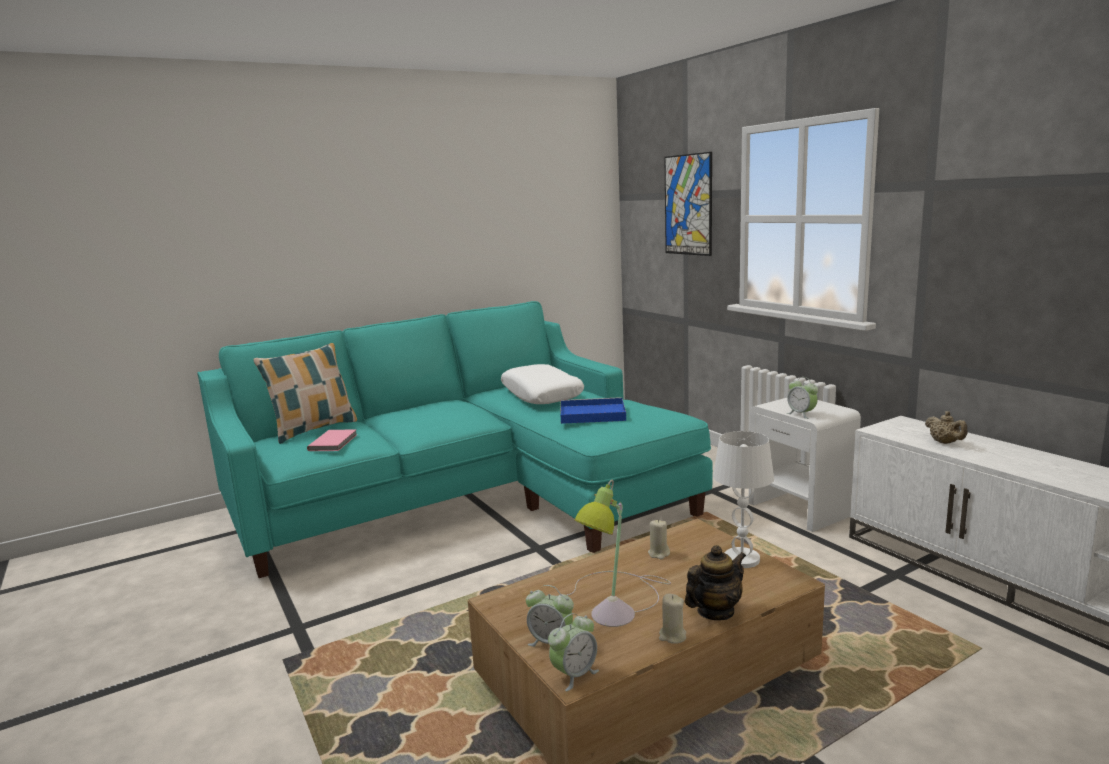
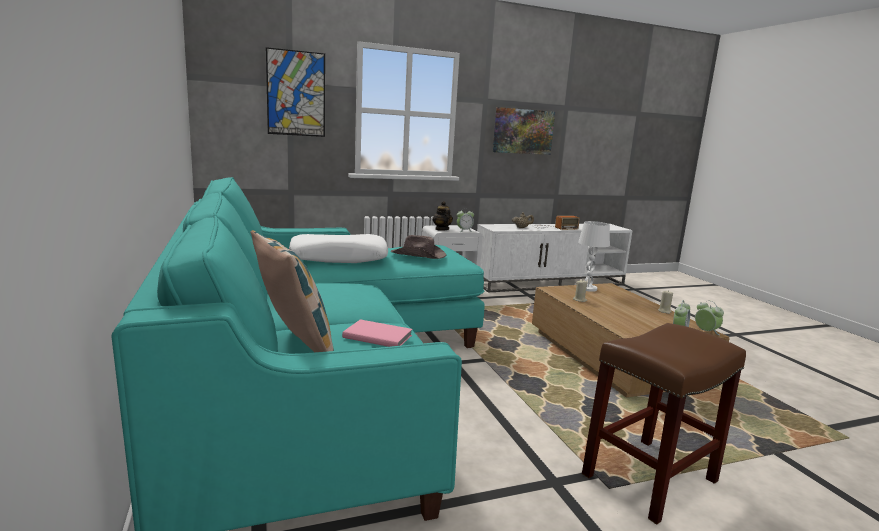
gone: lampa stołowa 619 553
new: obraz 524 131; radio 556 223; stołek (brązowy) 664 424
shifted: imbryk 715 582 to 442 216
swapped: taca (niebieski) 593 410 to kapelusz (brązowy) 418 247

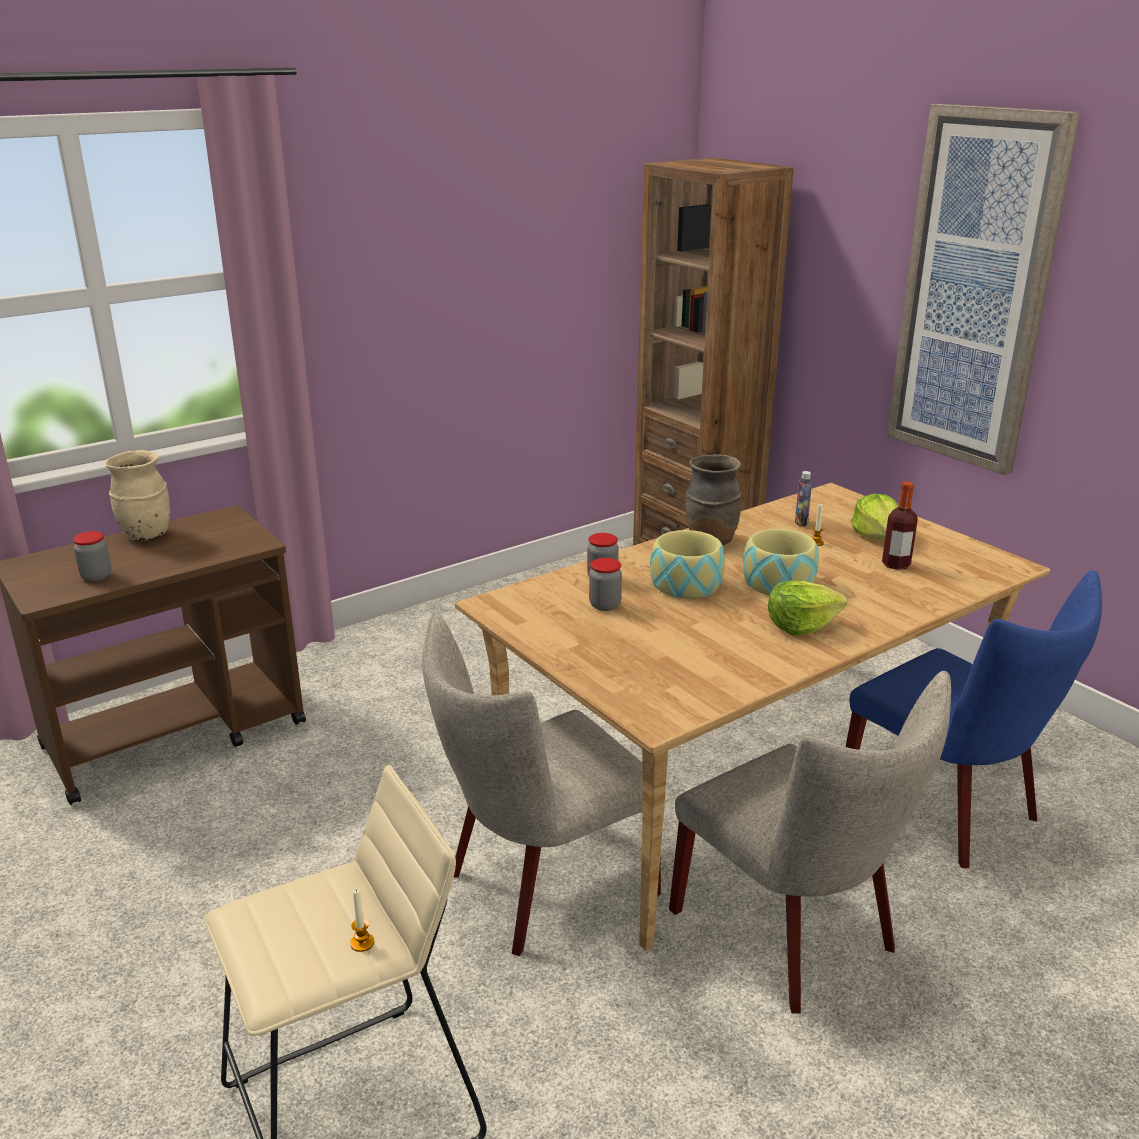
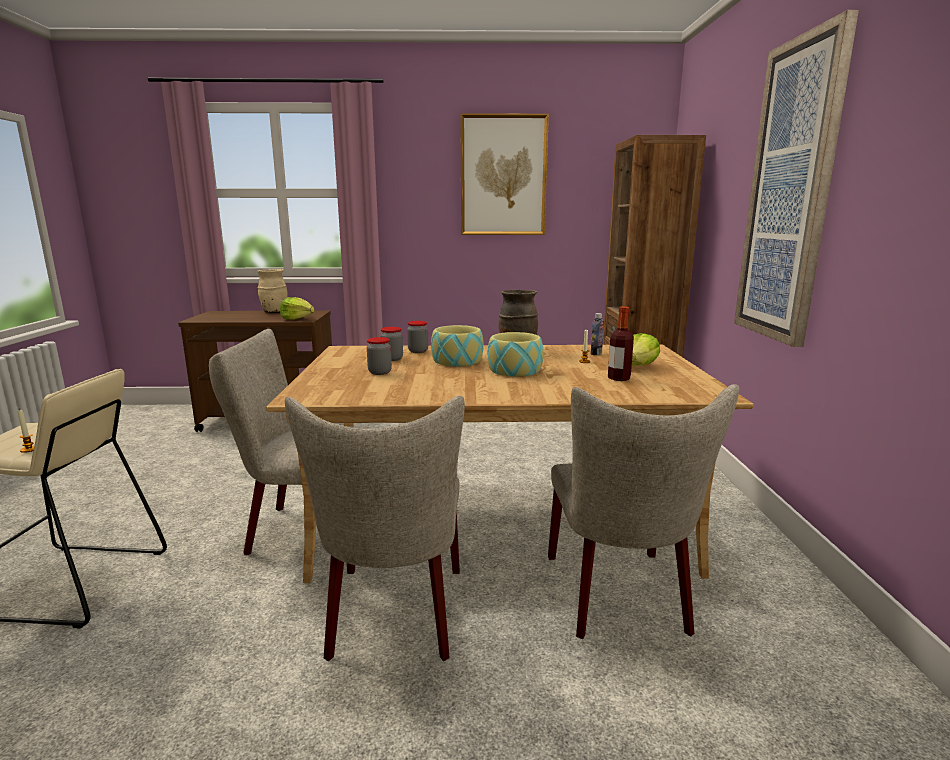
new: obraz 504 174
shifted: słoik 92 556 to 379 356; sałata 807 608 to 297 308
repainted: krzesło (niebieski) 974 719 to krzesło (beżowy) 643 511

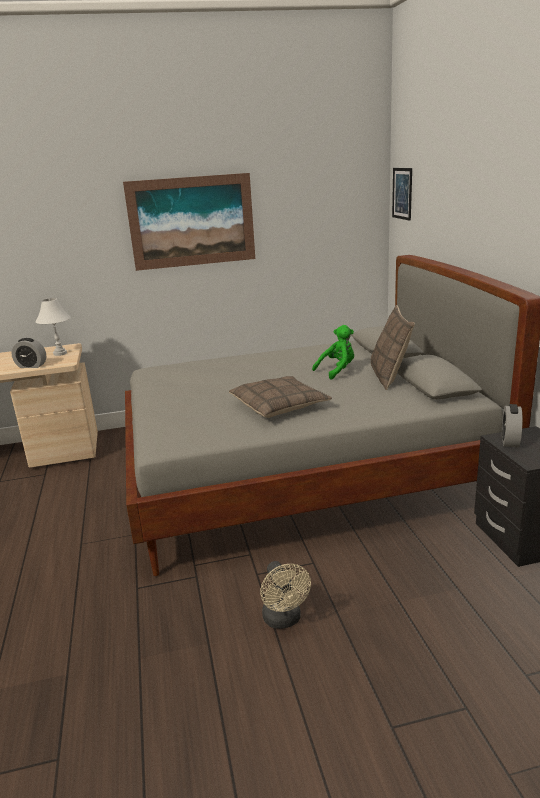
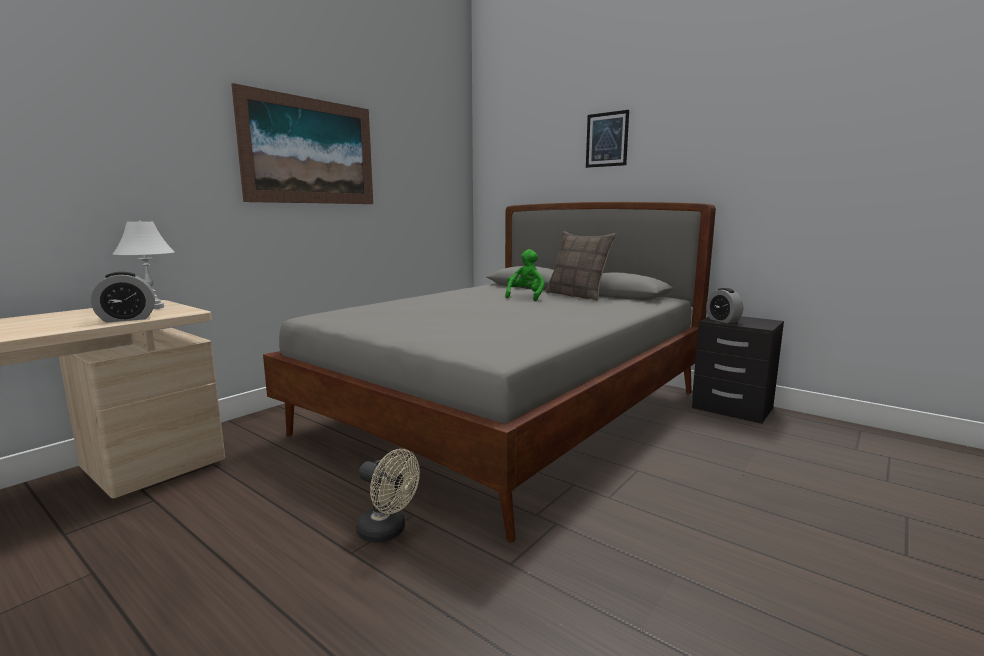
gone: poduszka 280 397
shifted: wentylator (beżowy) 285 595 to 388 496; obraz 402 194 to 607 139

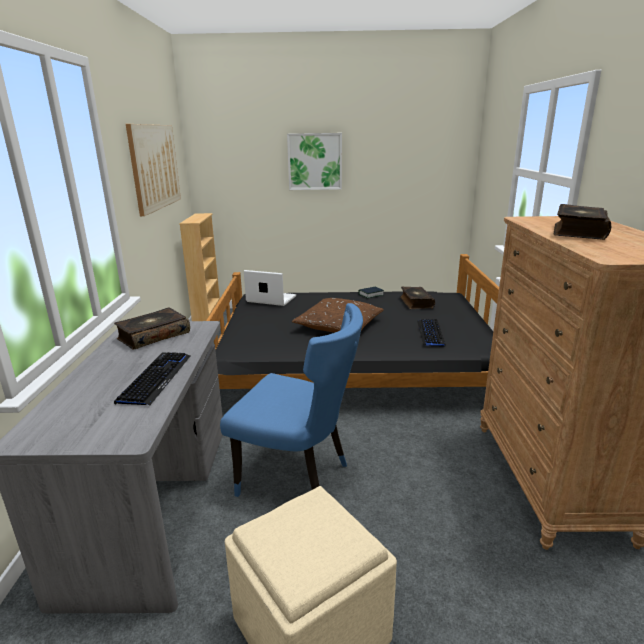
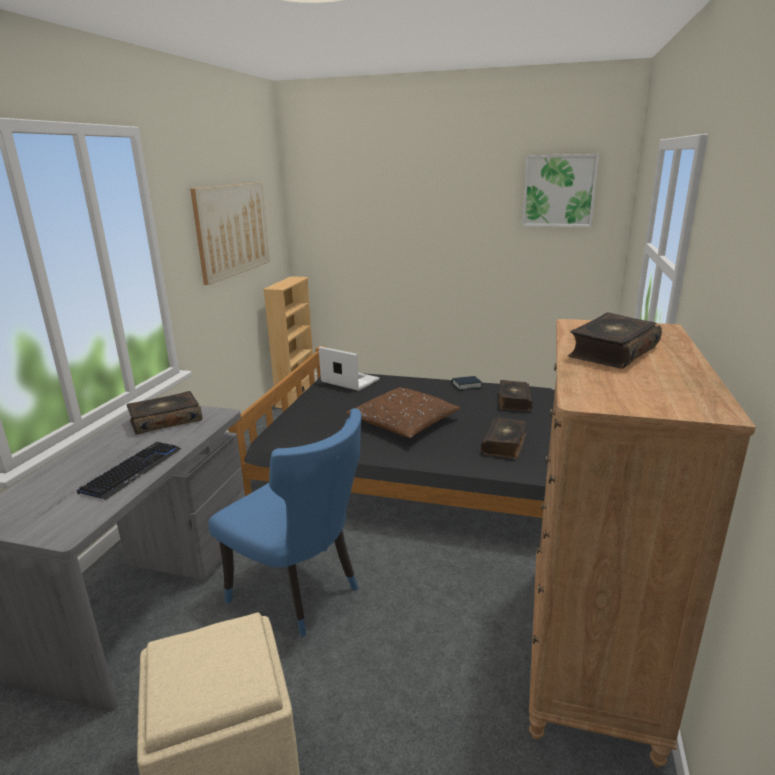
shifted: obraz 314 161 to 560 190
swapped: klawiatura 431 333 to książka 504 438

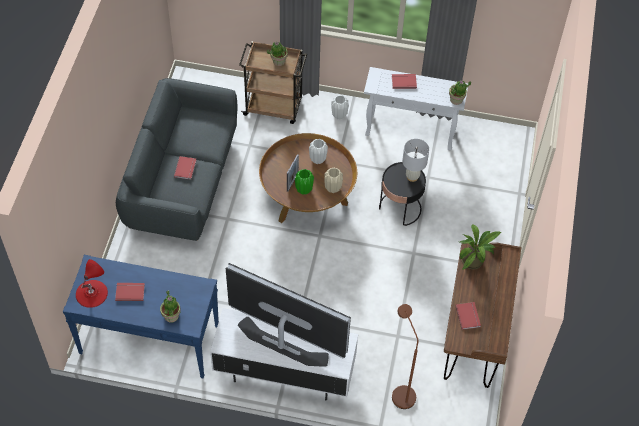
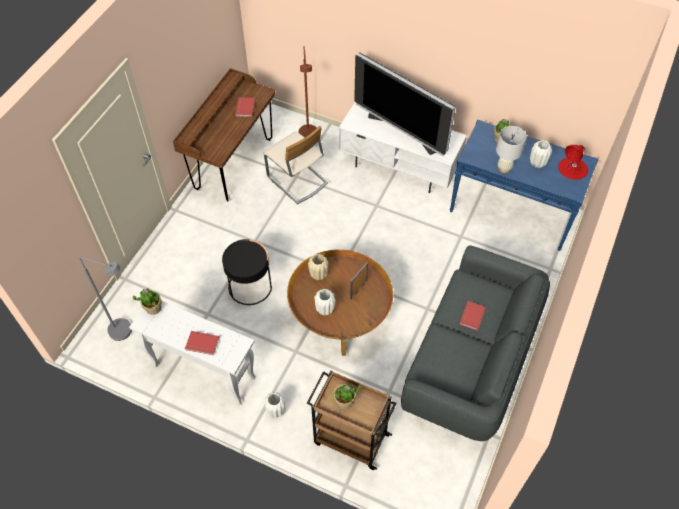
gone: wazon (zielony) 304 182; roślina doniczkowa 481 247
new: lampa stojąca (szary) 105 299; krzesło (beżowy) 295 165
shifted: lampa stołowa (biały) 415 160 to 511 149
swapped: książka (czerwony) 130 292 to wazon (biały) 541 154

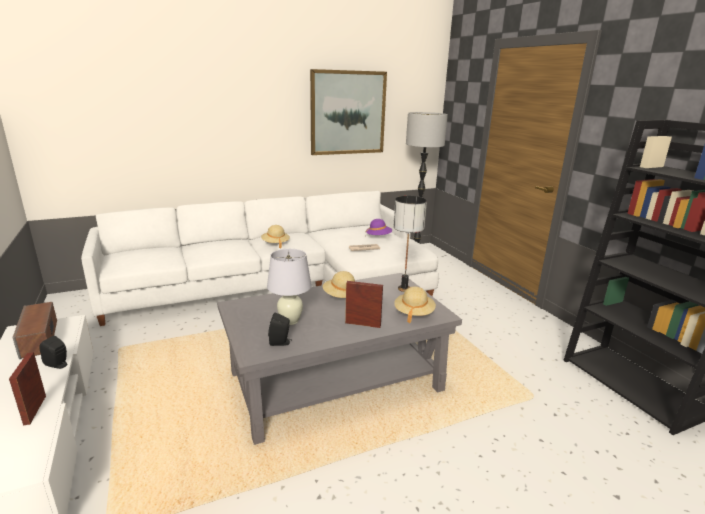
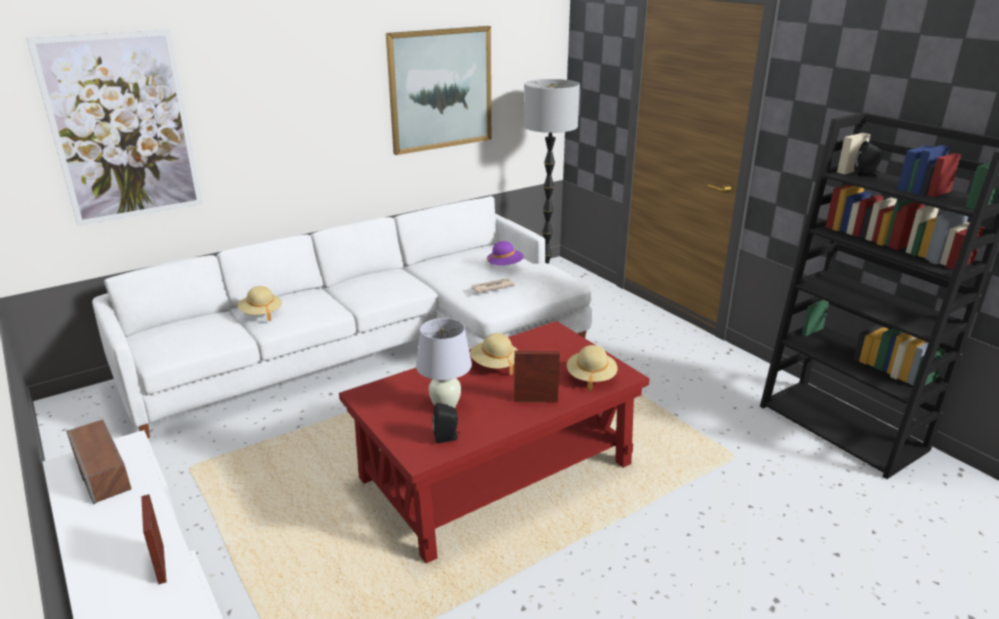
gone: lampa stołowa 410 244
new: obraz 114 127
shifted: głośnik (czarny) 54 352 to 868 159; kapelusz (beżowy) 275 236 to 260 303
repainted: ława (szary) 339 359 to ława (czerwony) 494 442

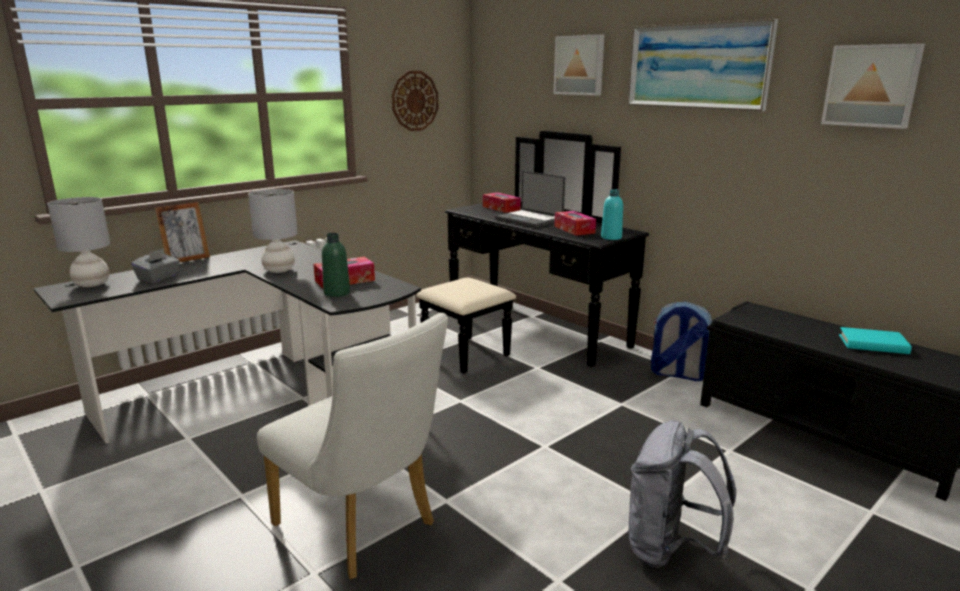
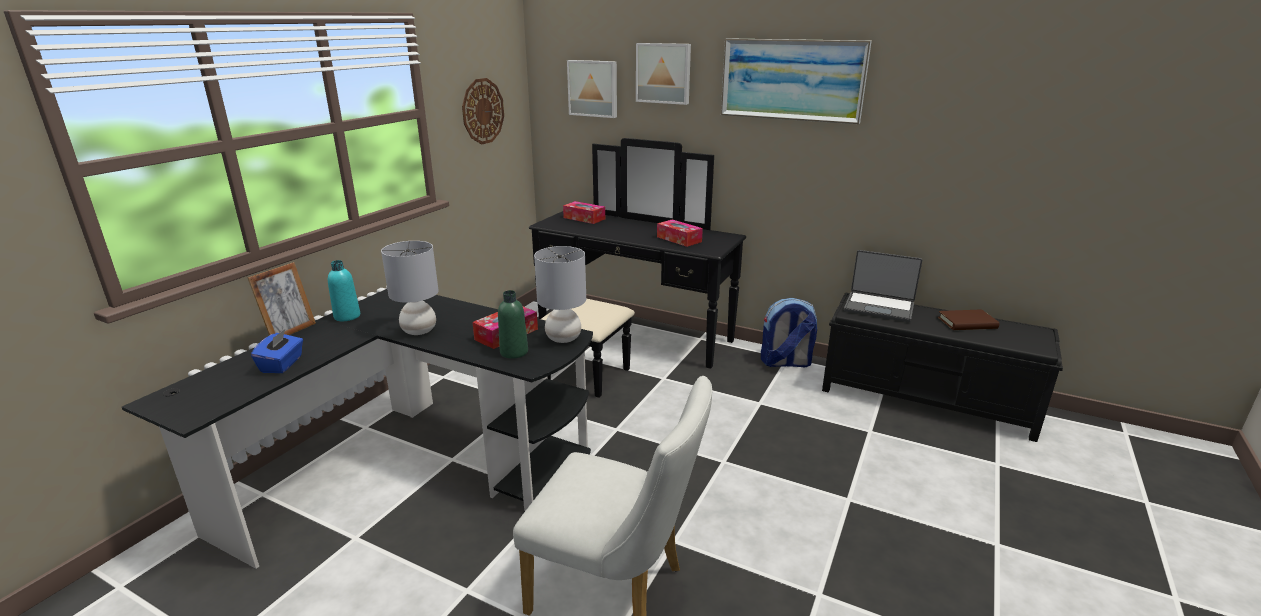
gone: plecak (szary) 682 494
shifted: lampa stołowa (szary) 79 242 to 560 294; laptop 530 199 to 883 286; butelka (turkusowy) 612 214 to 344 290; obraz 873 86 to 592 89
repainted: pudełko chusteczek (szary) 155 265 to pudełko chusteczek (niebieski) 277 351; książka (turkusowy) 875 340 to książka (brązowy) 968 320

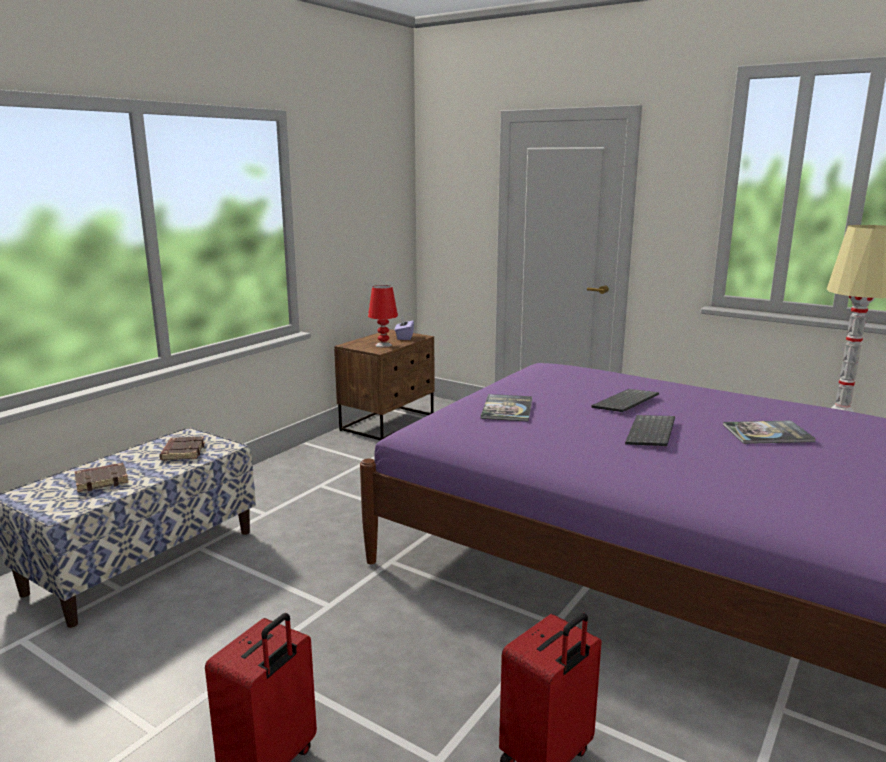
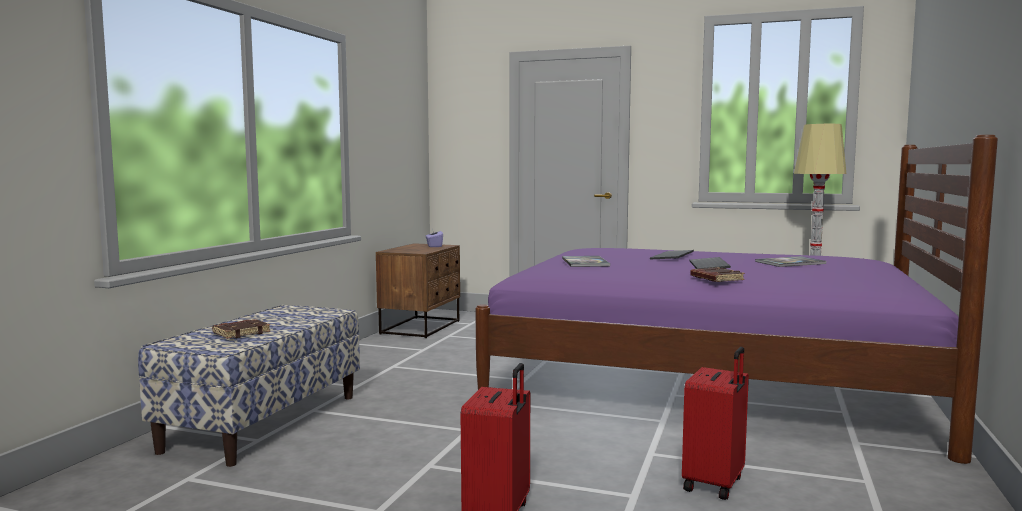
gone: lampa stołowa (czerwony) 383 316
shifted: książka (brązowy) 182 448 to 717 274

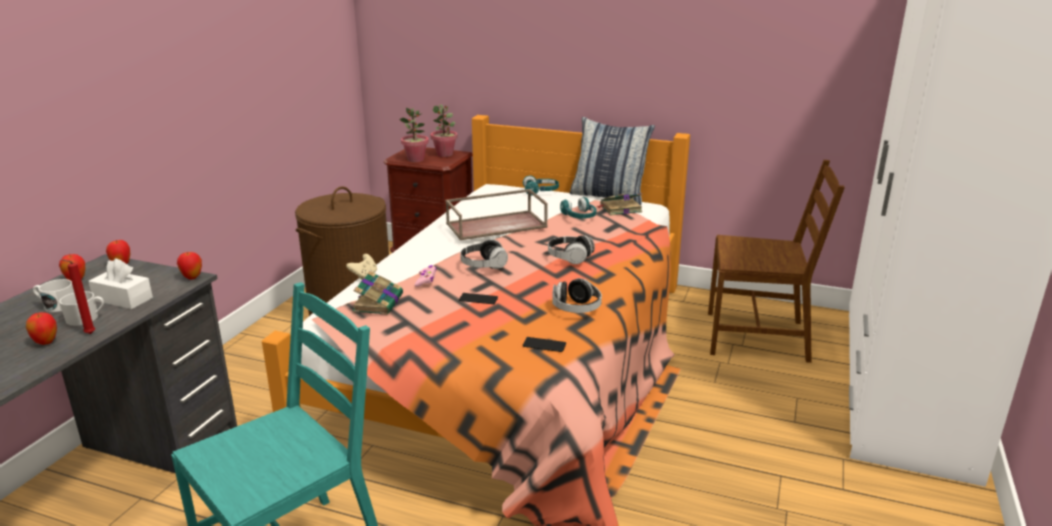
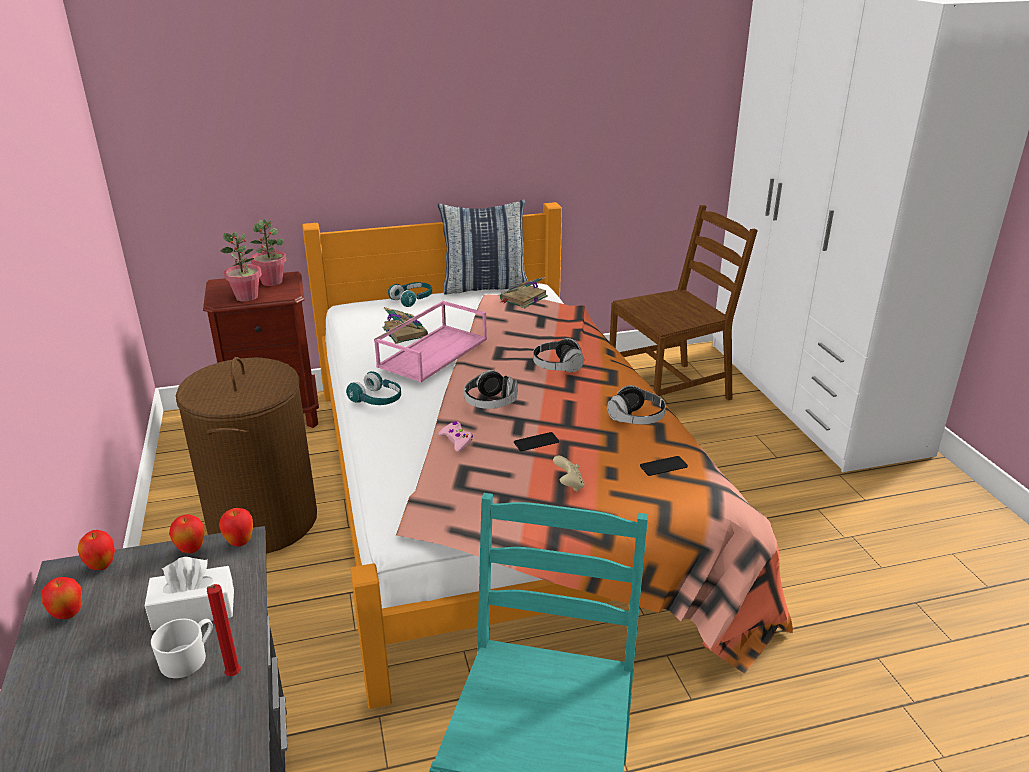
gone: kubek (biały) 53 295
shifted: jabłko 41 328 to 186 533; pad do gier (beżowy) 361 267 to 568 474; książka 377 293 to 405 325; słuchawki (turkusowy) 578 208 to 373 388
repainted: taca (brązowy) 496 214 to taca (różowy) 430 341

